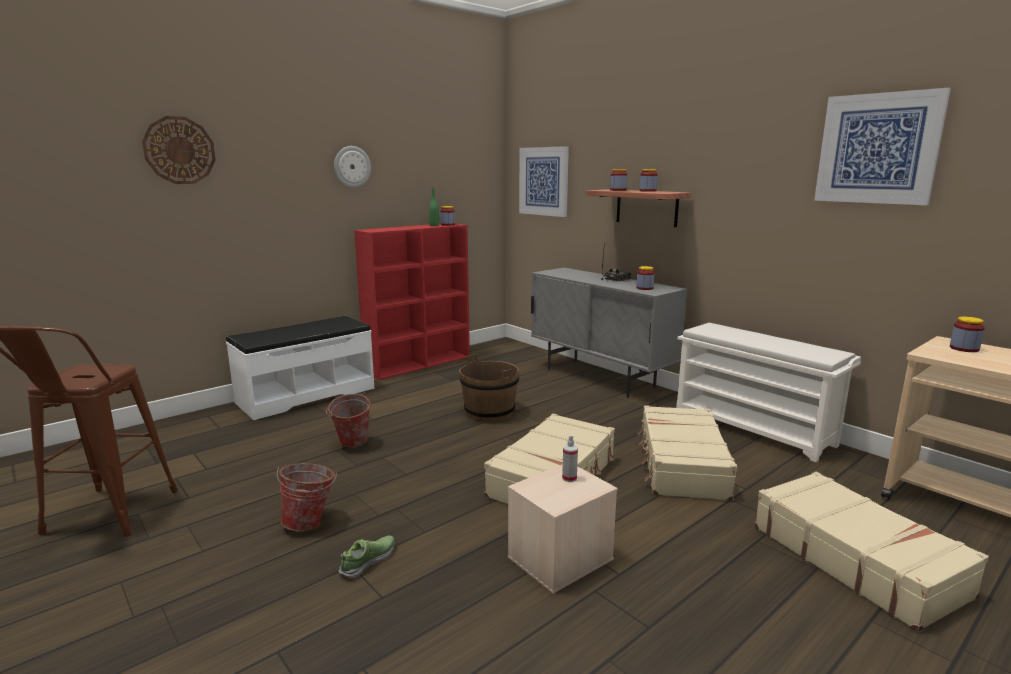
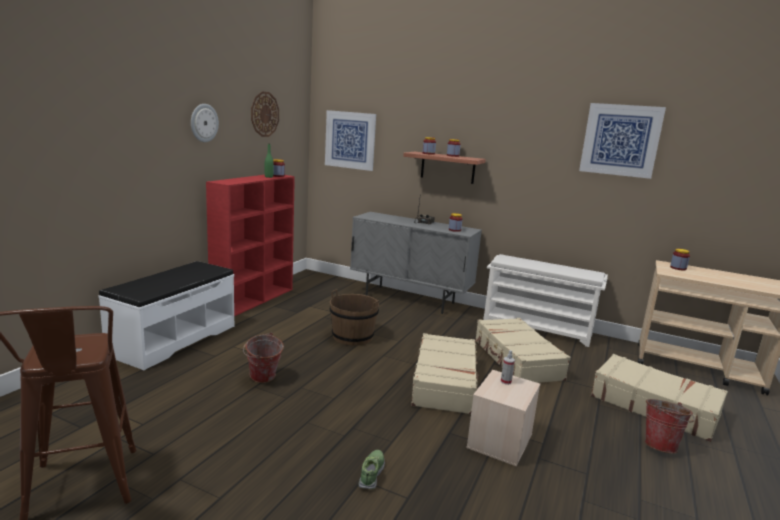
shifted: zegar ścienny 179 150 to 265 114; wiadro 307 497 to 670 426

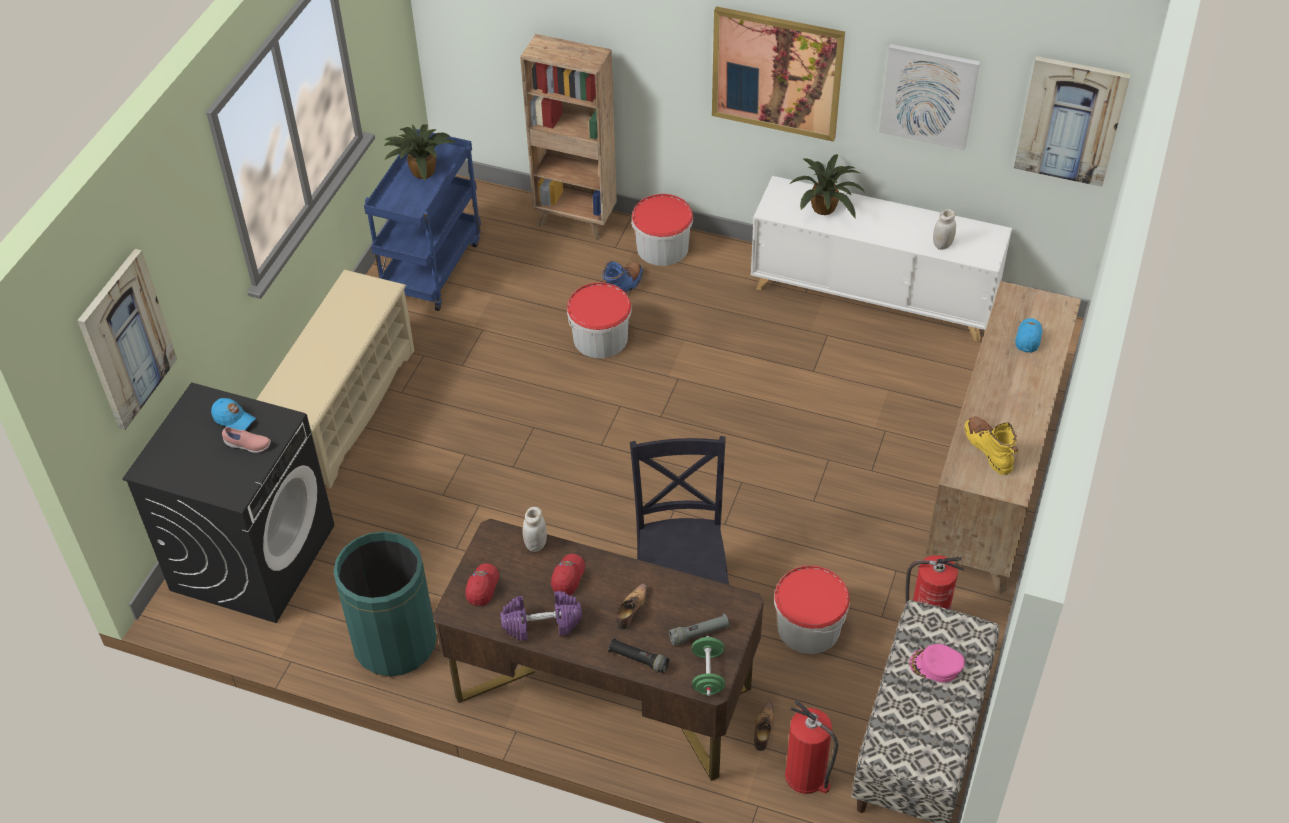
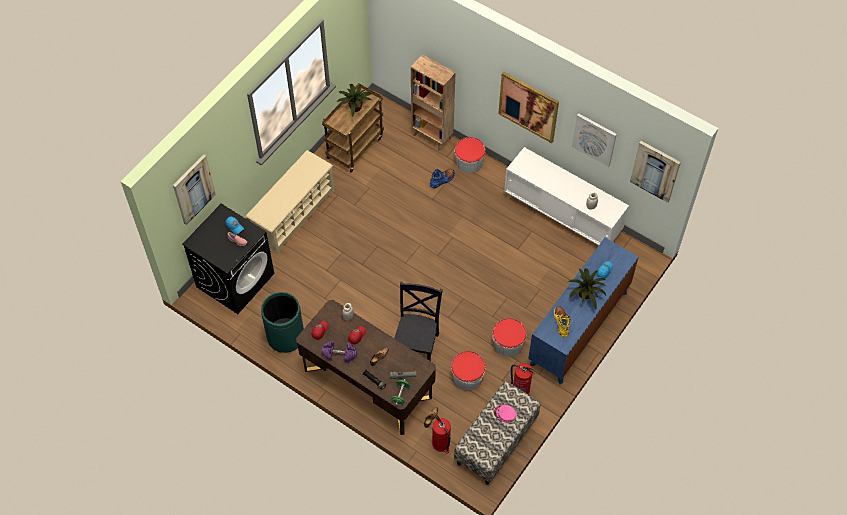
shifted: wiadro 599 320 to 510 337; roślina doniczkowa 827 186 to 587 288
repainted: wózek (niebieski) 422 220 to wózek (brązowy) 353 127; komoda (brązowy) 1003 437 to komoda (niebieski) 583 311

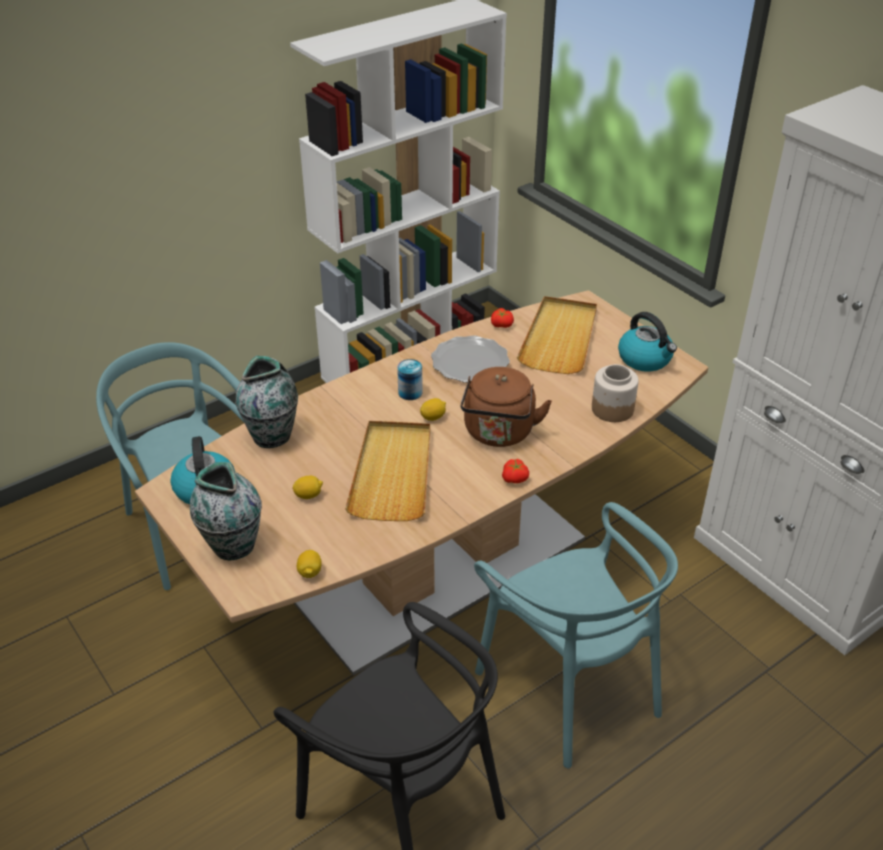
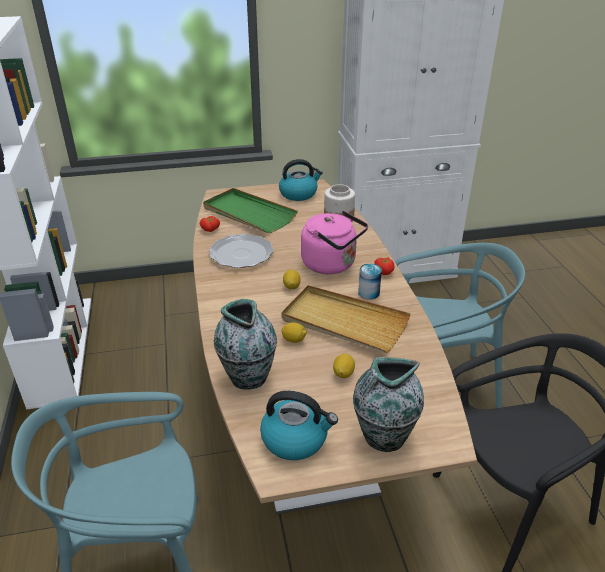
shifted: cytryna 309 564 to 294 332; puszka 410 379 to 370 282
repainted: czajnik (brązowy) 506 407 to czajnik (różowy) 334 242; taca (beżowy) 557 335 to taca (zielony) 250 210

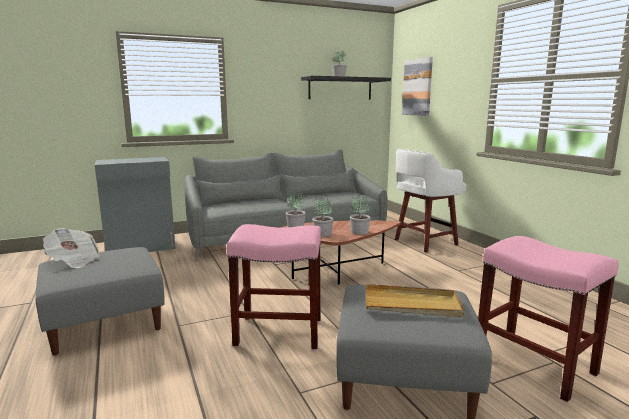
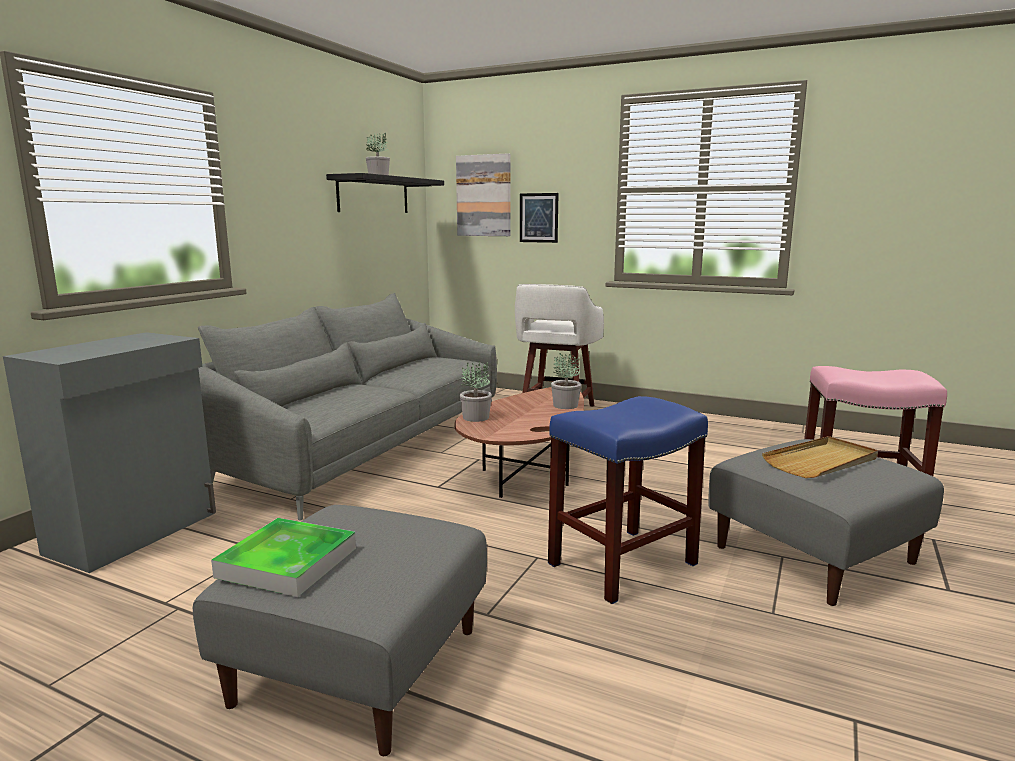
gone: roślina doniczkowa 322 216
new: obraz 539 218
swapped: gazeta 71 248 to taca 283 557
repainted: stołek (różowy) 274 287 to stołek (niebieski) 628 500

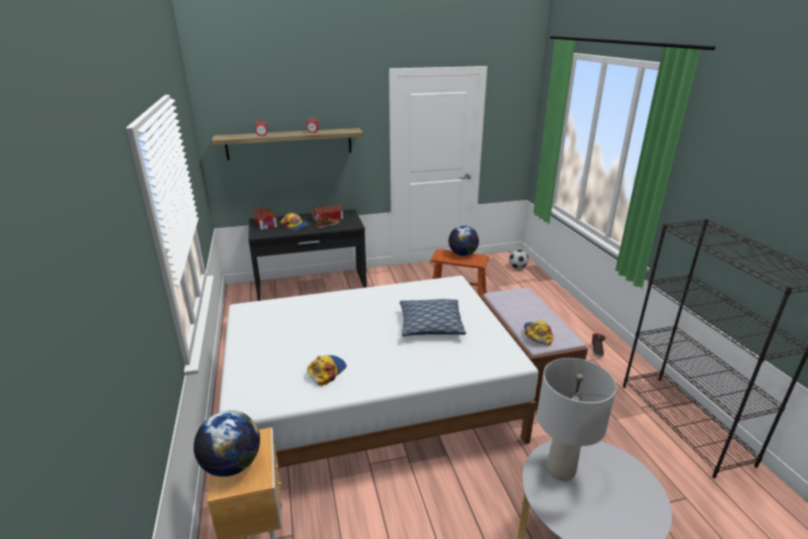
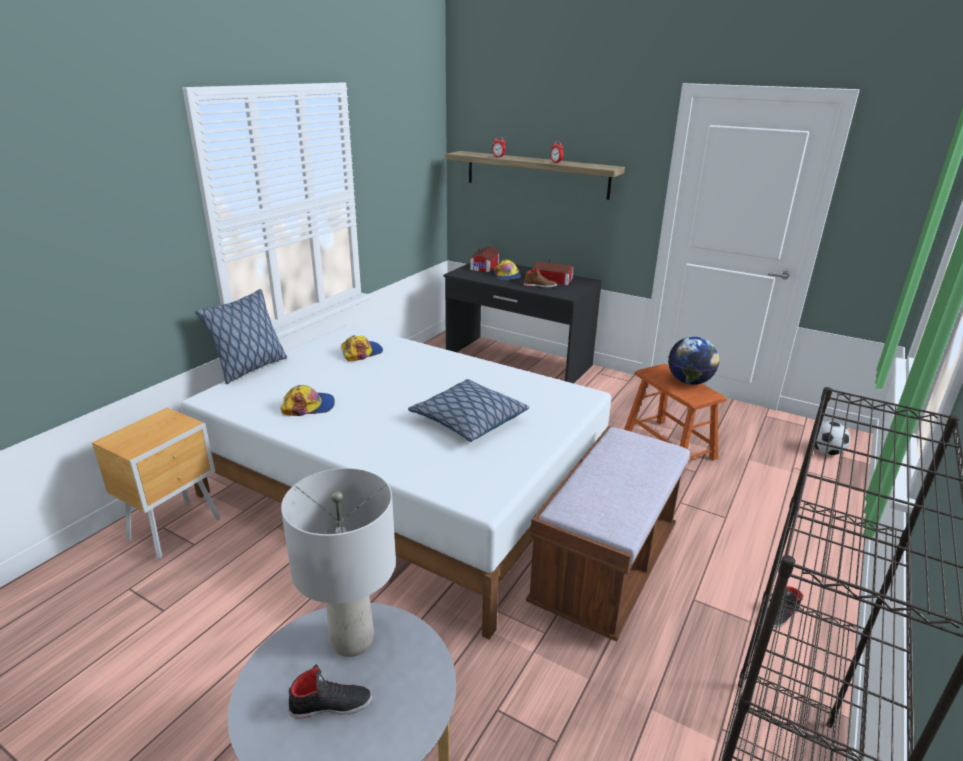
gone: globus 227 443
new: poduszka 241 336; but (czarny) 330 691
shifted: czapka z daszkiem 538 333 to 361 348

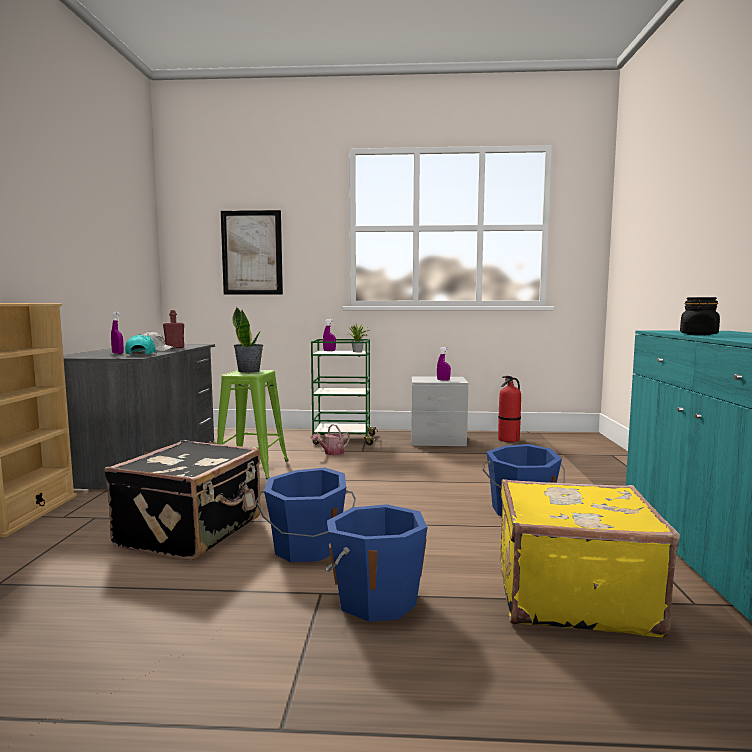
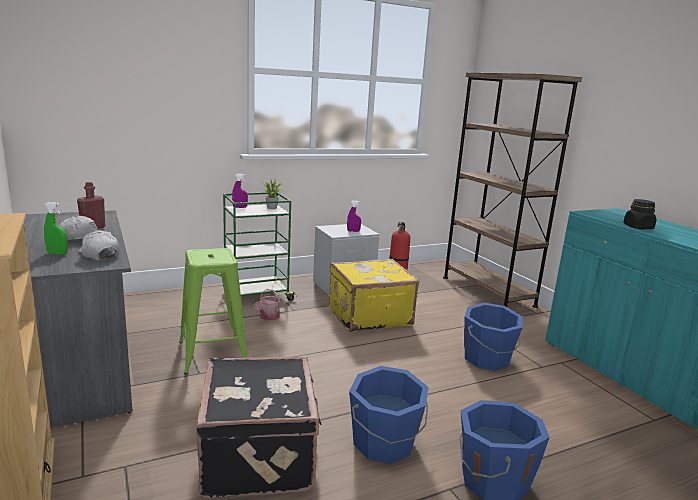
gone: obraz 252 252; roślina doniczkowa 248 340
new: regał (brązowy) 512 190
shifted: walizka (żółty) 590 558 to 374 295
repainted: spryskiwacz (fioletowy) 117 333 to spryskiwacz (zielony) 56 228; czapka z daszkiem (turkusowy) 141 344 to czapka z daszkiem (biały) 98 245

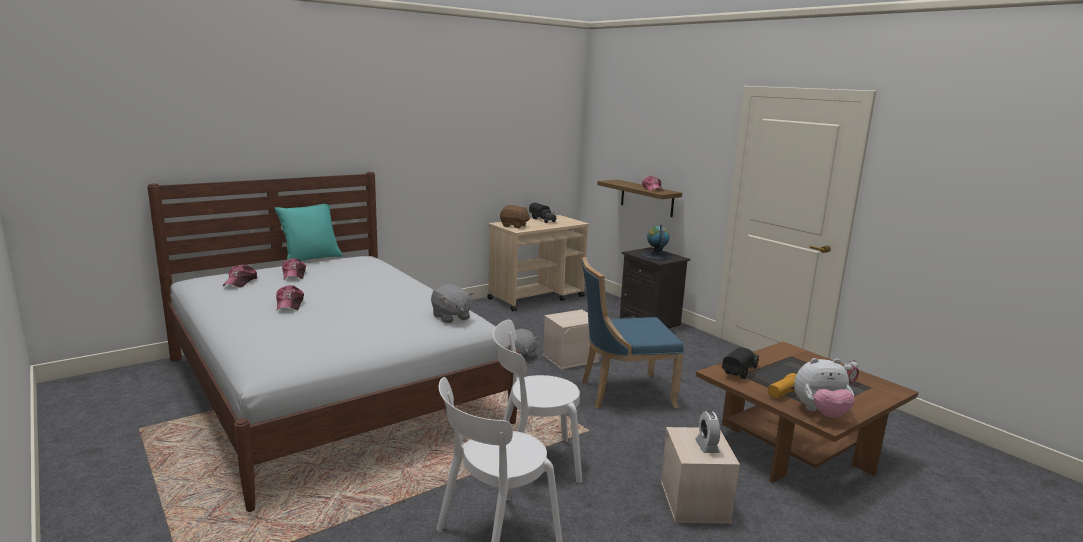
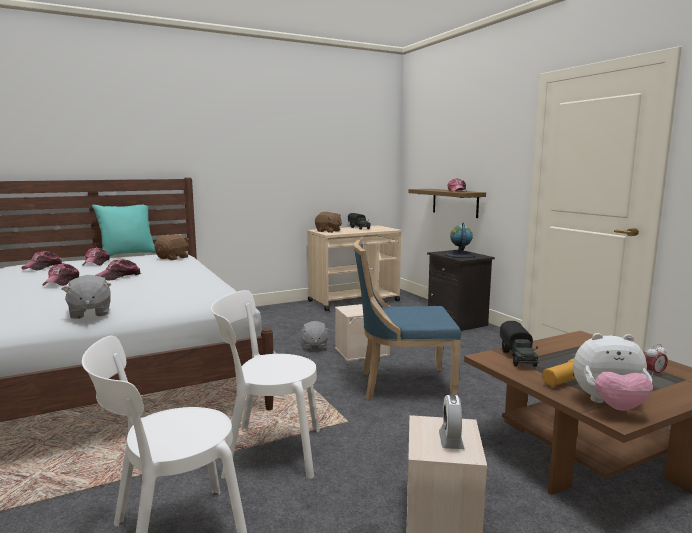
new: czapka z daszkiem 118 270; pluszak (brązowy) 171 247
shifted: pluszak (szary) 452 303 to 86 297
rotated: ciężarówka zabawkowa 740 363 = 519 344 135 degrees clockwise

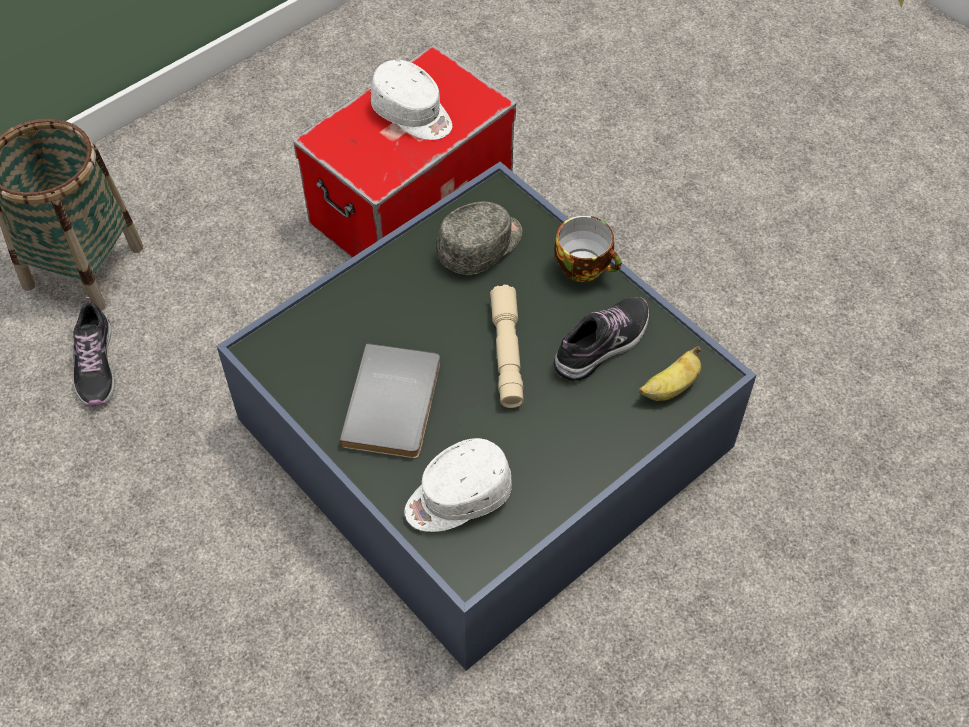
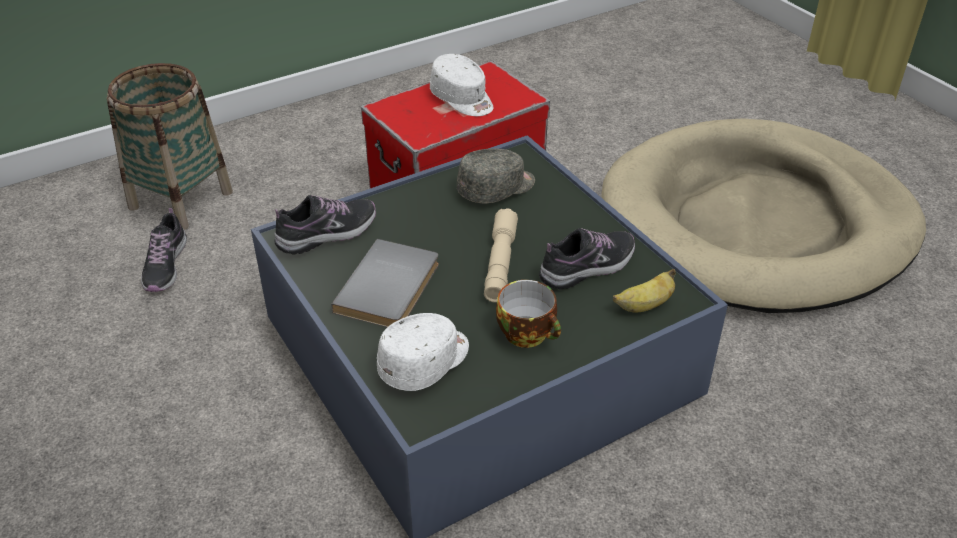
new: but 325 224; legowisko (beżowy) 763 215
shifted: filiżanka 588 248 to 528 314
rotated: czapka z daszkiem (biały) 458 485 = 423 352 150 degrees clockwise

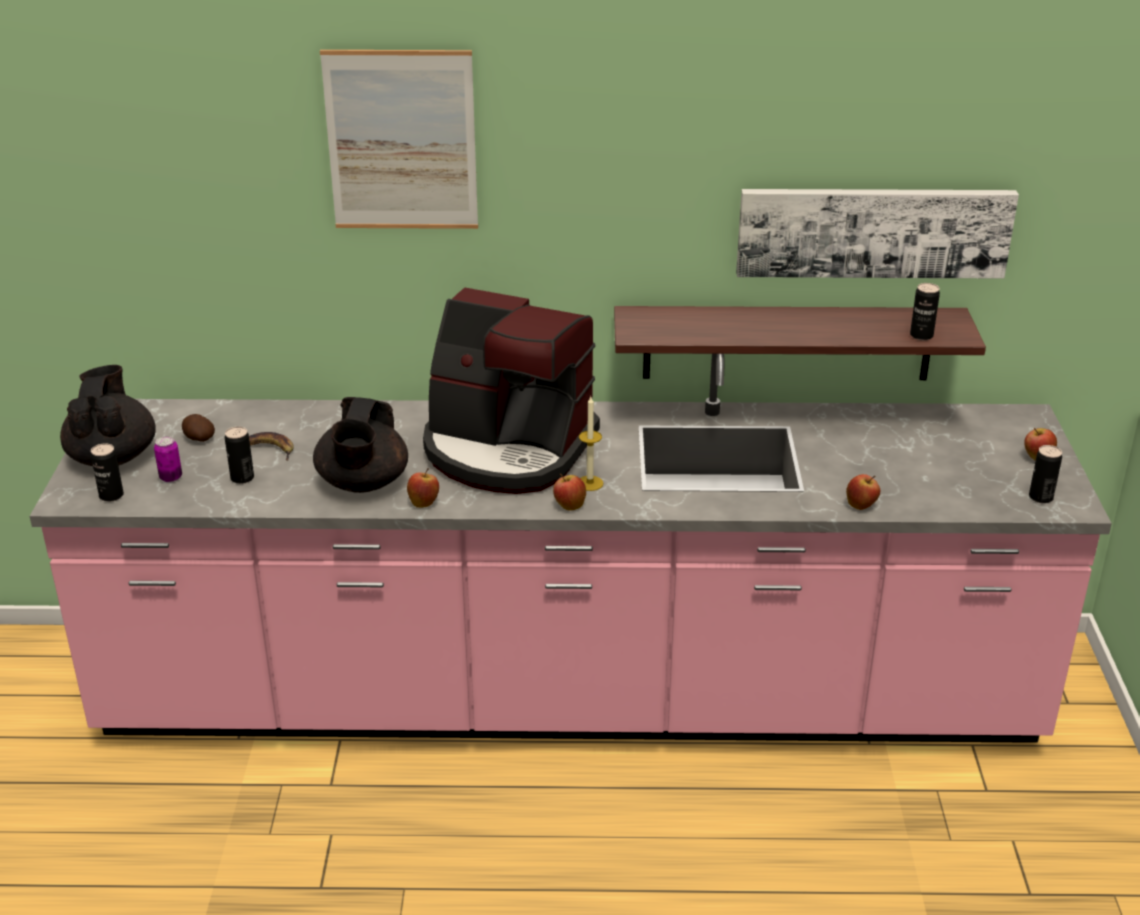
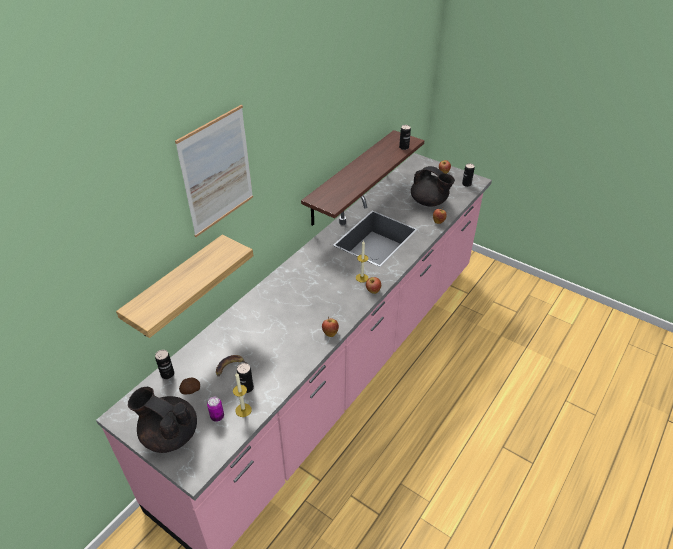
gone: ekspres do kawy 511 390; obraz 877 234
new: półka 184 286; świeca 242 395
shifted: puszka 107 472 to 164 364; imbryk (czarny) 360 445 to 433 186

